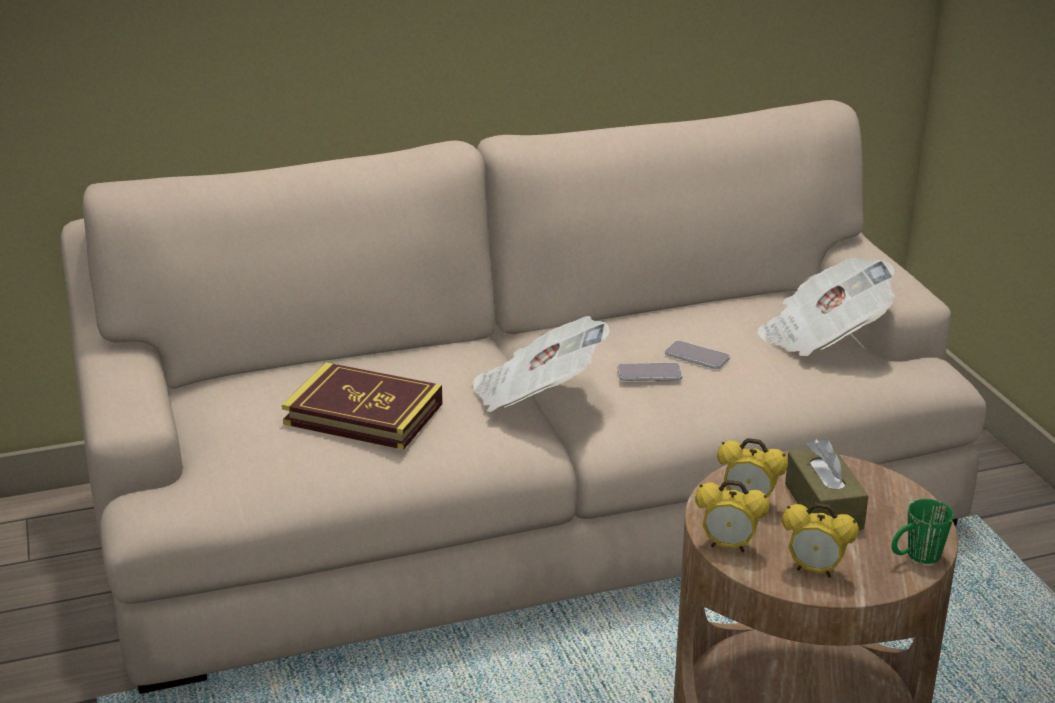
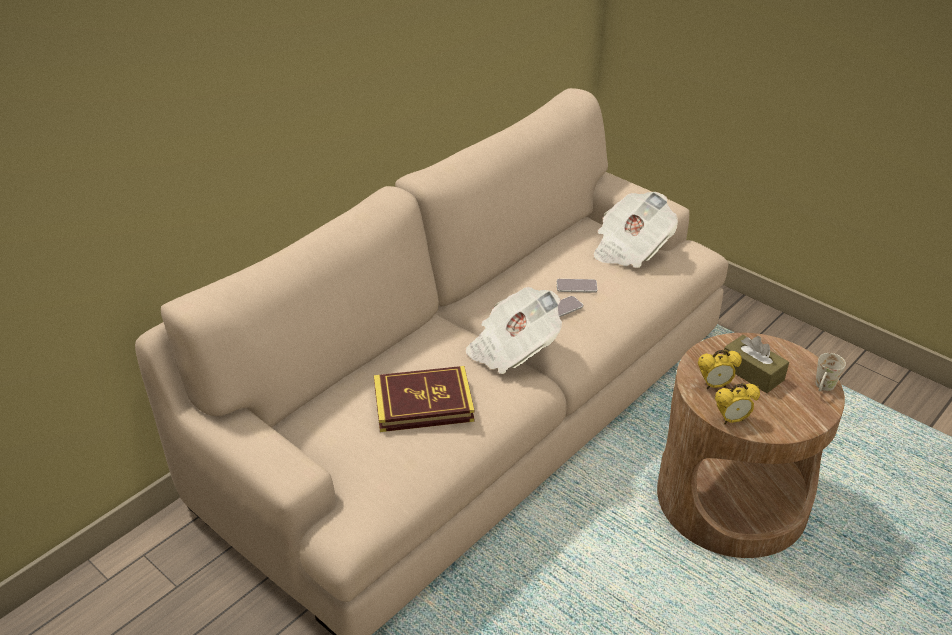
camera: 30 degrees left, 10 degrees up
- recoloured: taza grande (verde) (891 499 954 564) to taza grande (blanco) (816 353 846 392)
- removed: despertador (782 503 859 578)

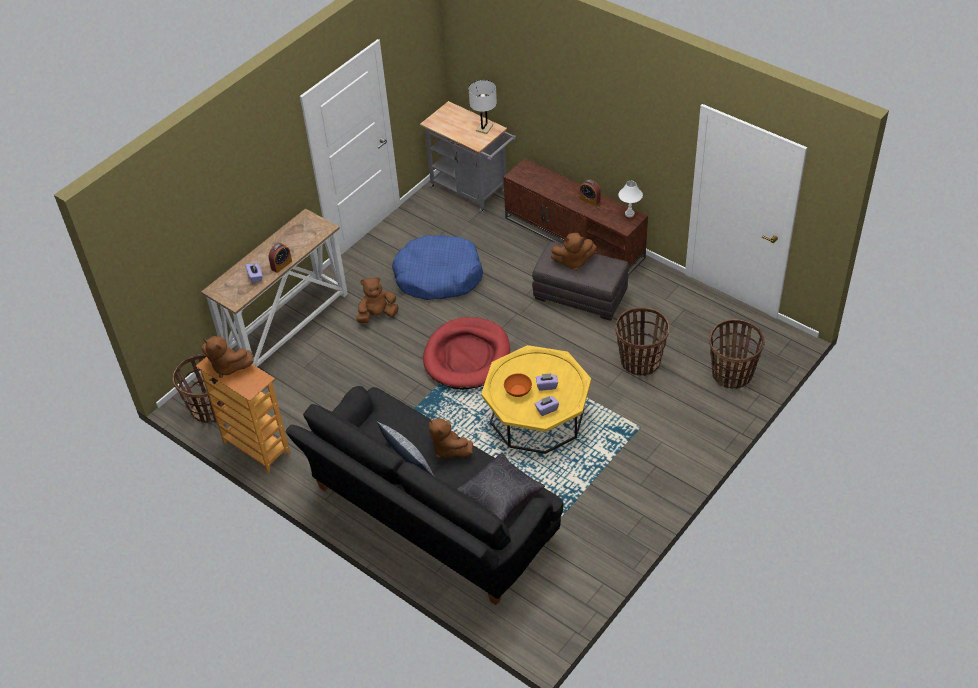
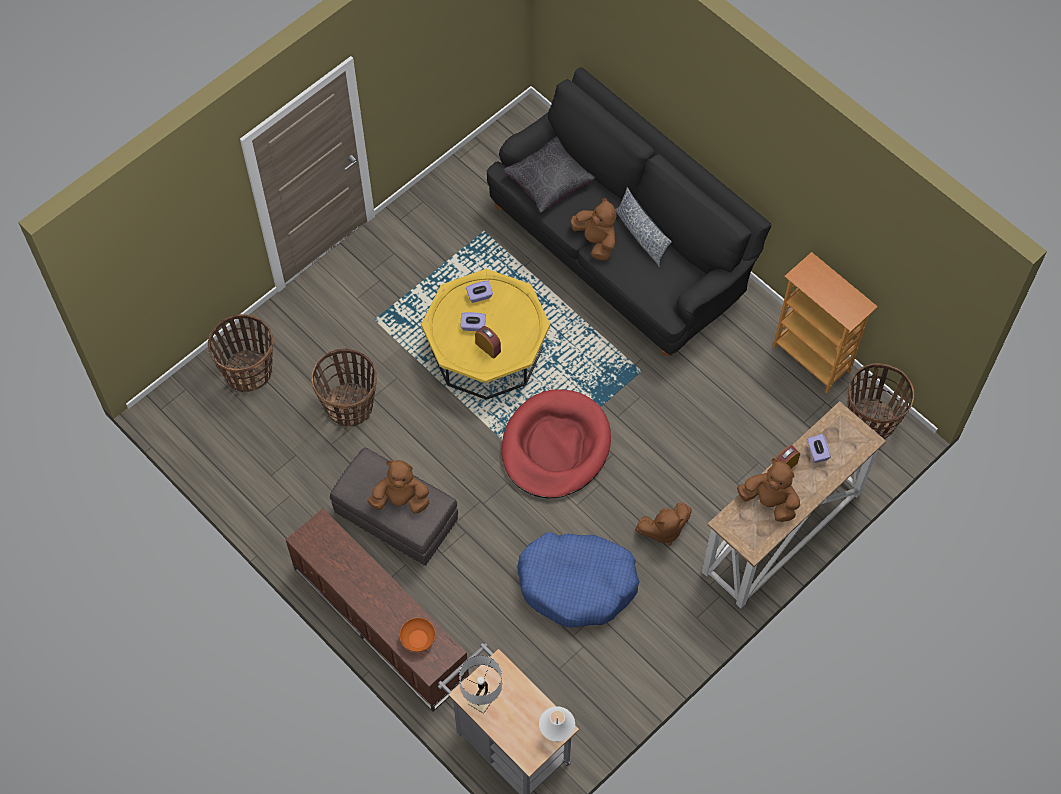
camera: 175 degrees left, 15 degrees up
- moved: cuenco (naranja) (504 373 532 397) to (400 618 435 652)
- moved: despertador (580 179 601 206) to (475 326 501 359)
- moved: lámpara de mesa (blanco) (618 181 643 217) to (539 706 575 742)
- moved: peluche (marrón) (202 336 254 378) to (737 458 800 522)

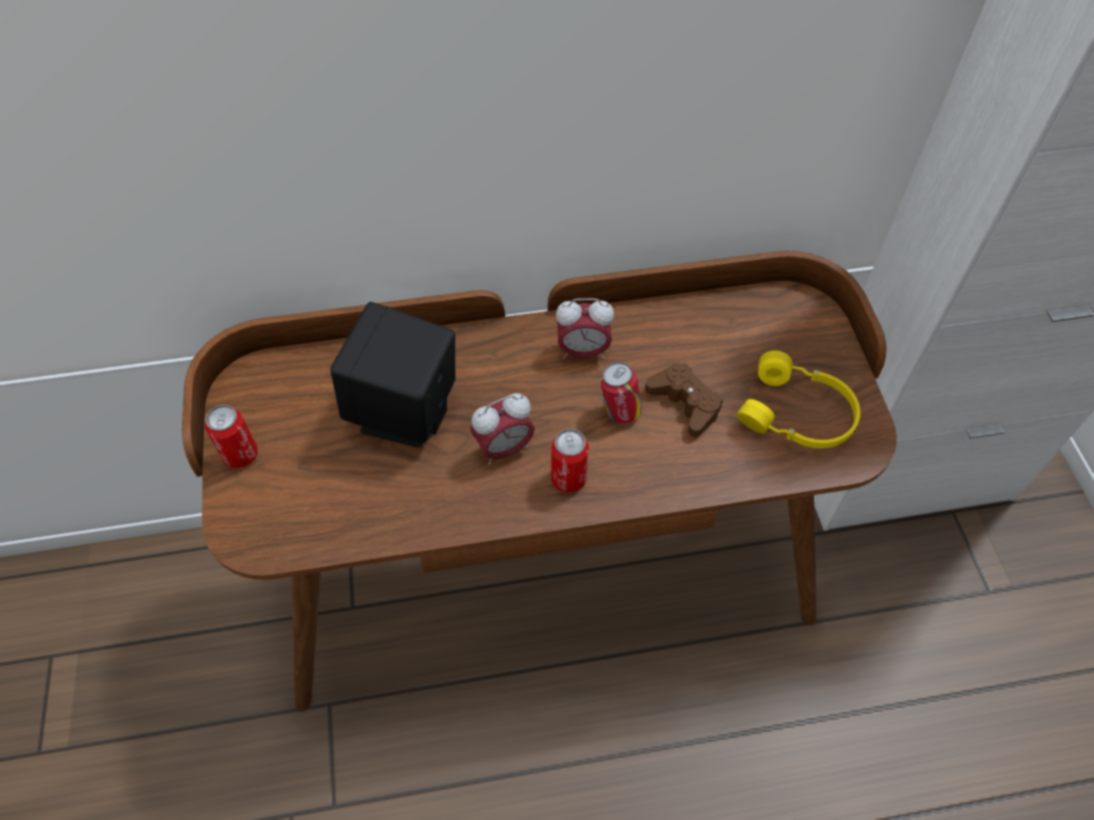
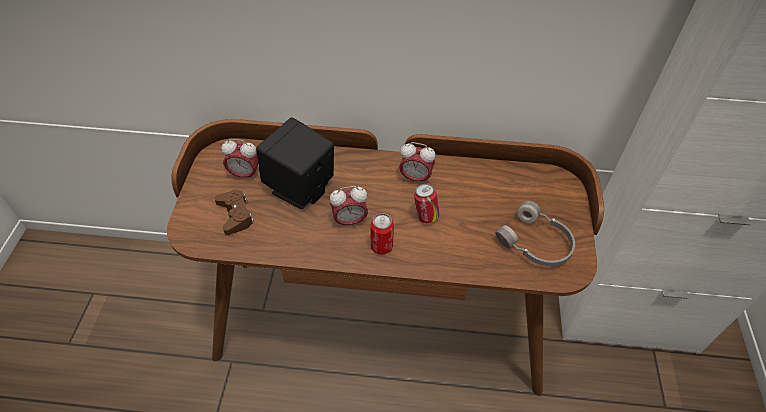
camera: 15 degrees right, 5 degrees down
- moved: mando de consola (marrón) (645 363 723 437) to (214 190 254 235)
- added: despertador (221 139 258 180)
- recoloured: auriculares (amarillo) (736 351 860 448) to auriculares (gris) (495 201 575 266)
- removed: lata (205 405 258 468)

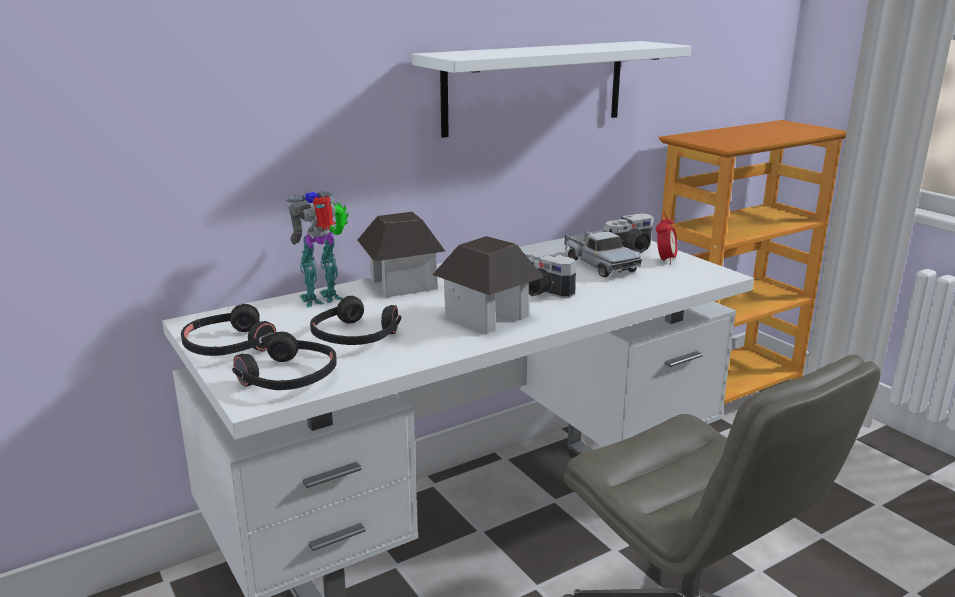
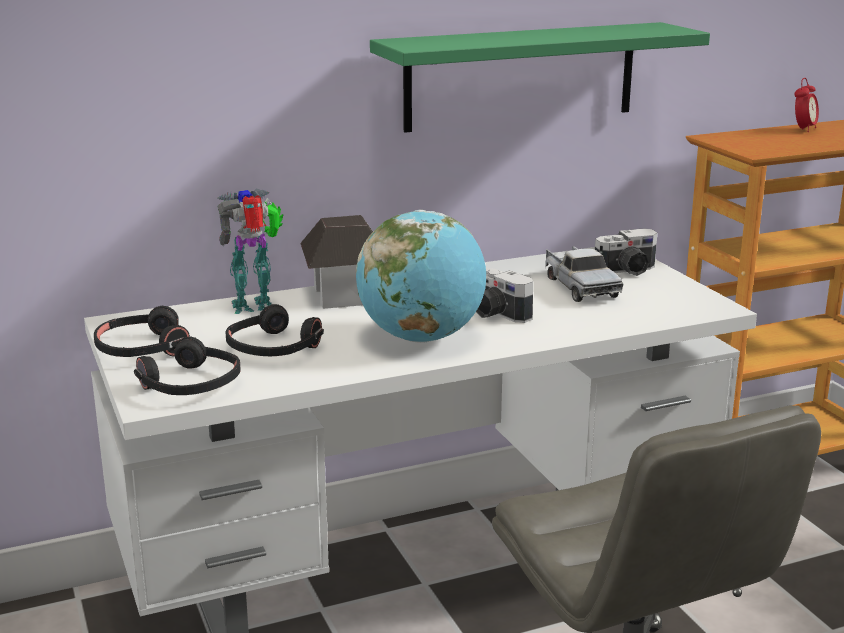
camera: 10 degrees right, 0 degrees up
- replaced: casita (432 236 543 334) to globo terráqueo (356 210 486 343)
- recoloured: estante (blanco) (412 41 691 138) to estante (verde) (370 22 710 133)
- moved: despertador (656 212 678 265) to (794 78 819 132)

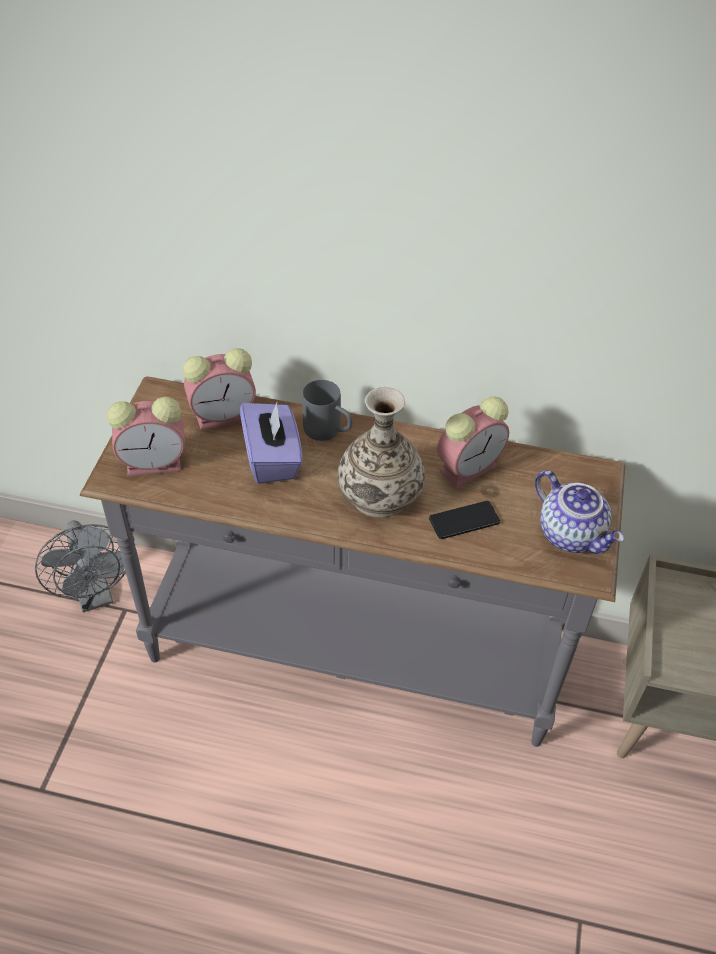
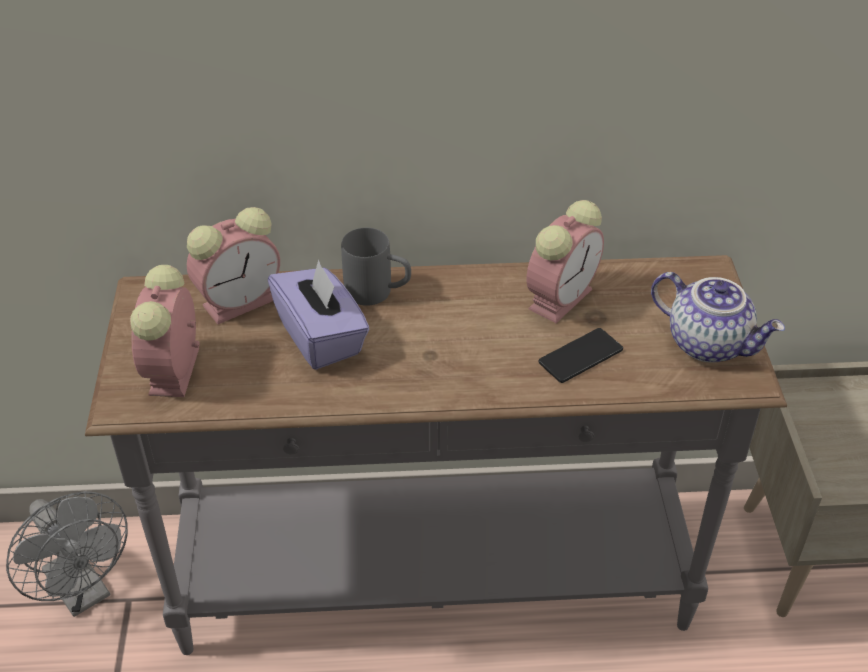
camera: 15 degrees left, 5 degrees down
- turned: despertador (107 397 185 477) = (130 265 200 397) 120 degrees clockwise
- removed: florero (338 387 425 517)

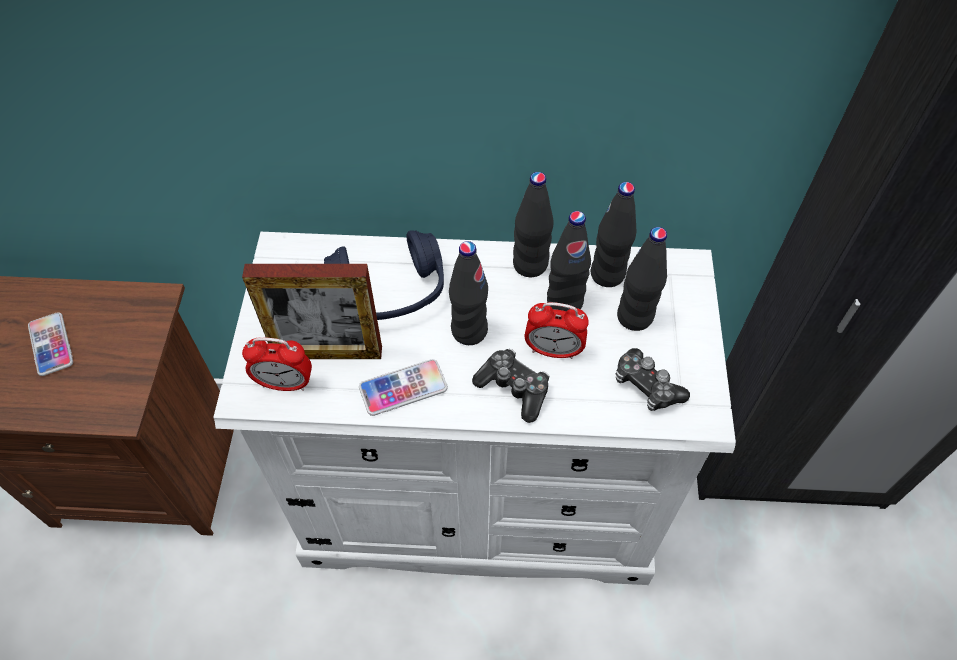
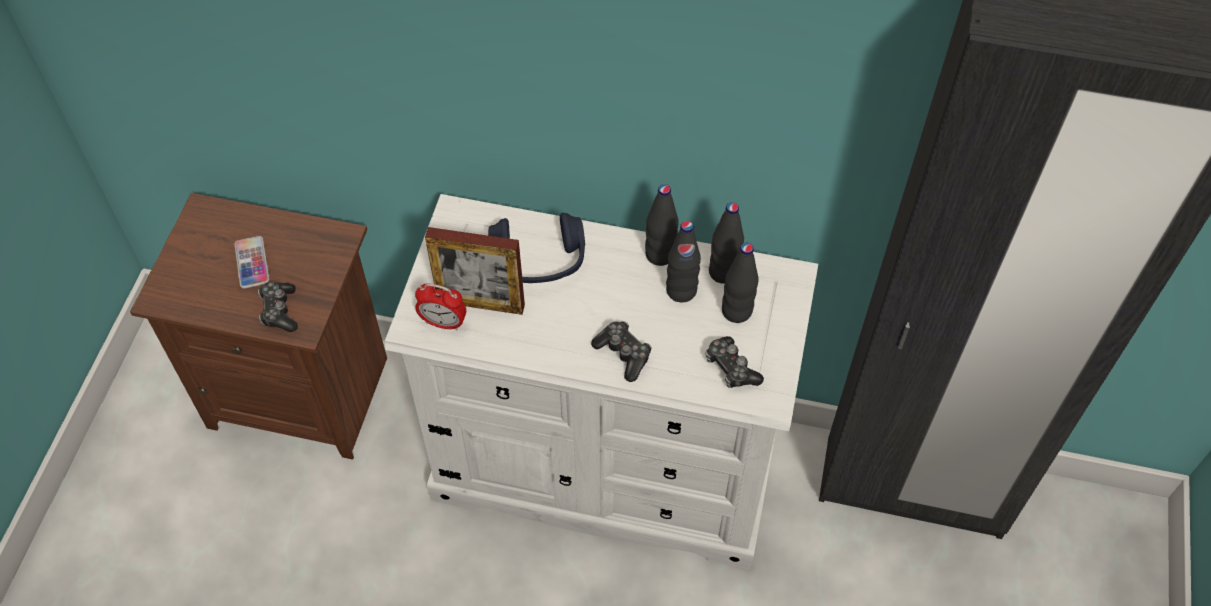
camera: 10 degrees right, 0 degrees up
- added: mando de consola (258 281 298 332)
- removed: móvil (359 359 448 416)
- removed: botella (negro) (449 241 488 345)
- removed: despertador (525 302 589 359)

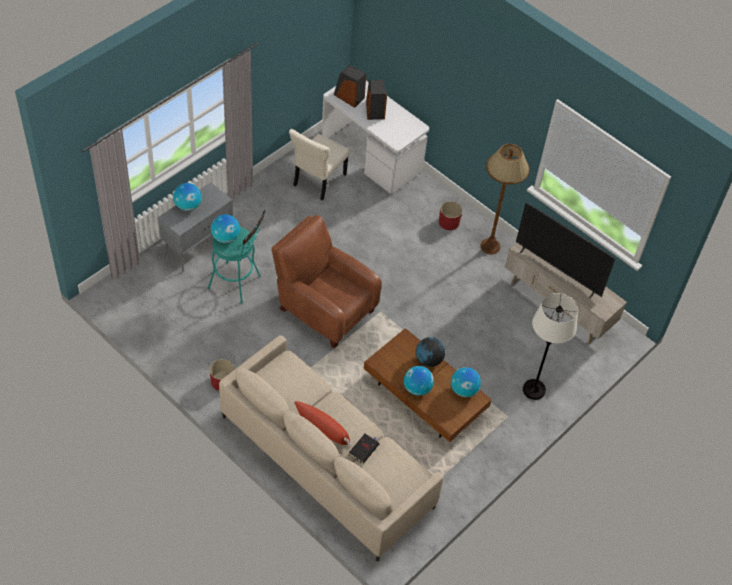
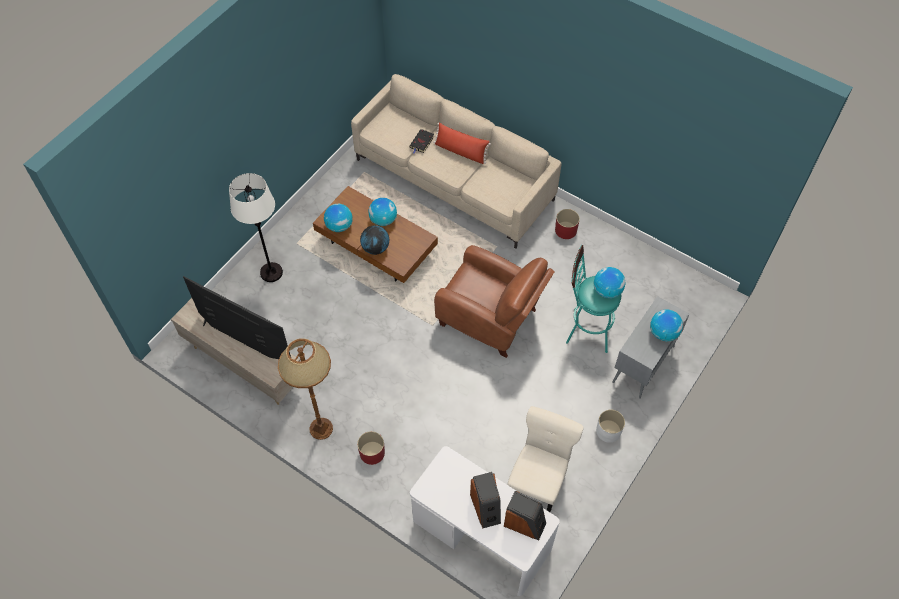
camera: 175 degrees right, 5 degrees up
- added: maceta (blanco) (596 410 625 443)

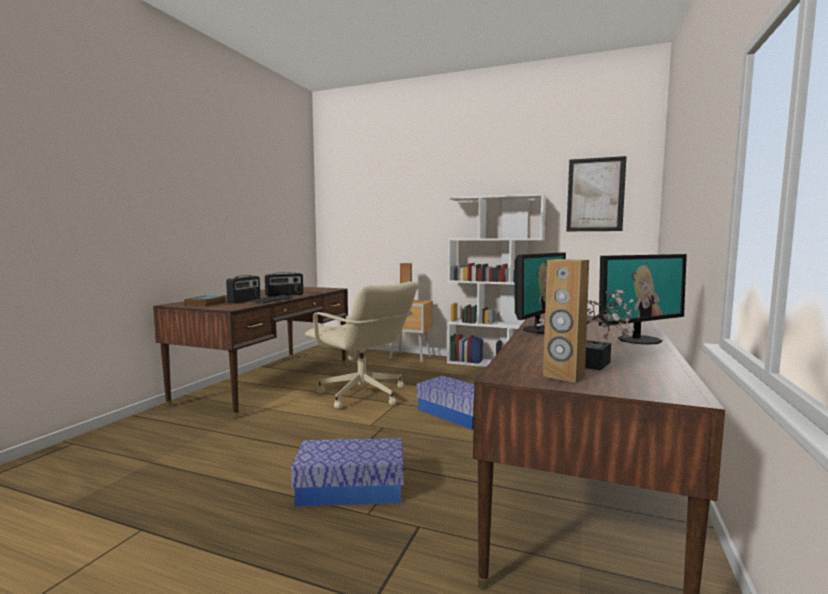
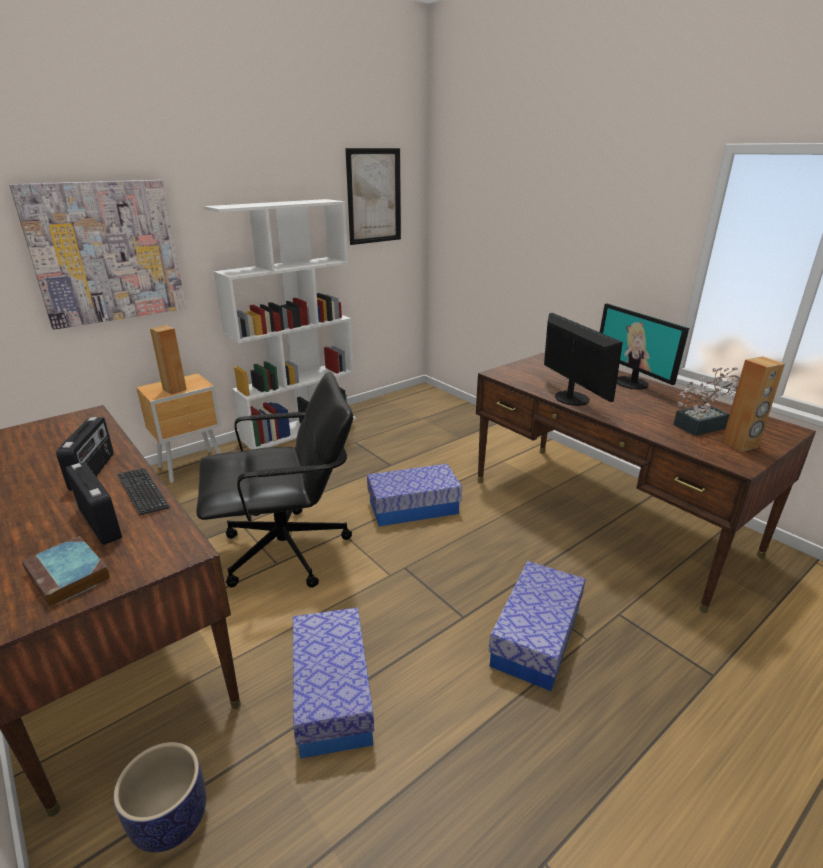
camera: 60 degrees left, 20 degrees up
- added: cuadro (9 180 186 330)
- added: maceta (113 742 206 853)
- recoloured: silla de oficina (beis) (305 282 418 409) to silla de oficina (negro) (197 372 353 588)
- added: caja de almacenaje (293 607 374 759)
- turned: monitor (599 254 687 345) = (600 303 689 390) 150 degrees clockwise

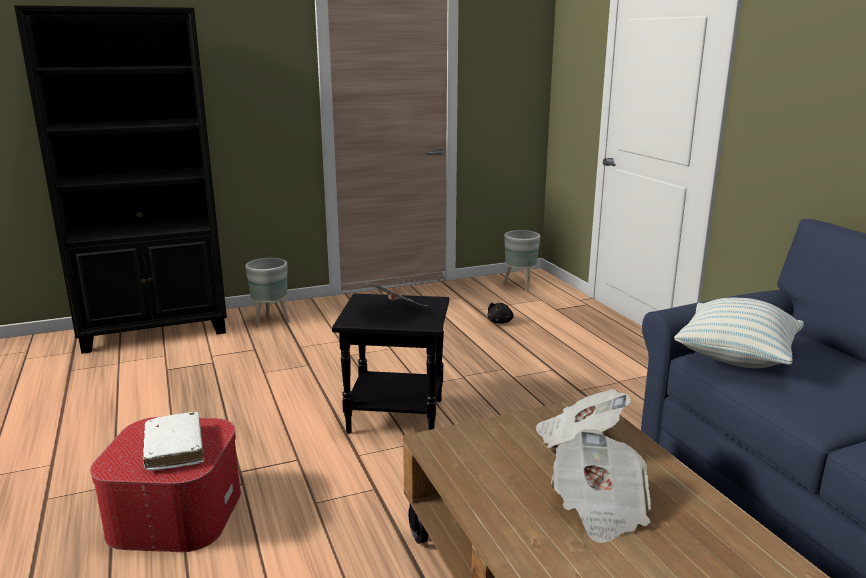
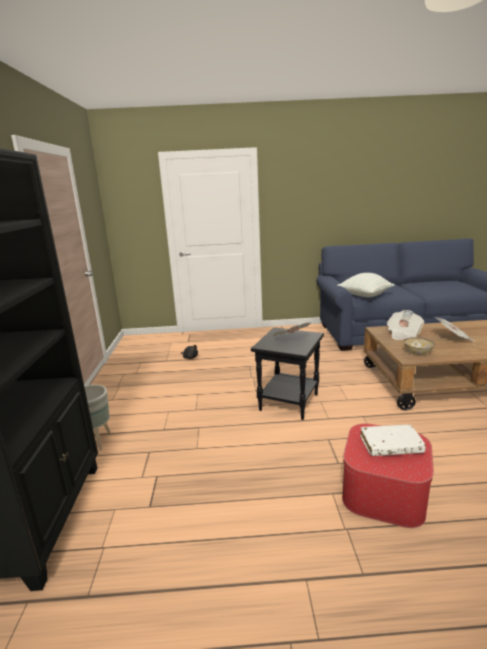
camera: 70 degrees left, 0 degrees up
- added: cuenco (404 337 435 355)
- removed: maceta (gris) (503 230 540 291)

